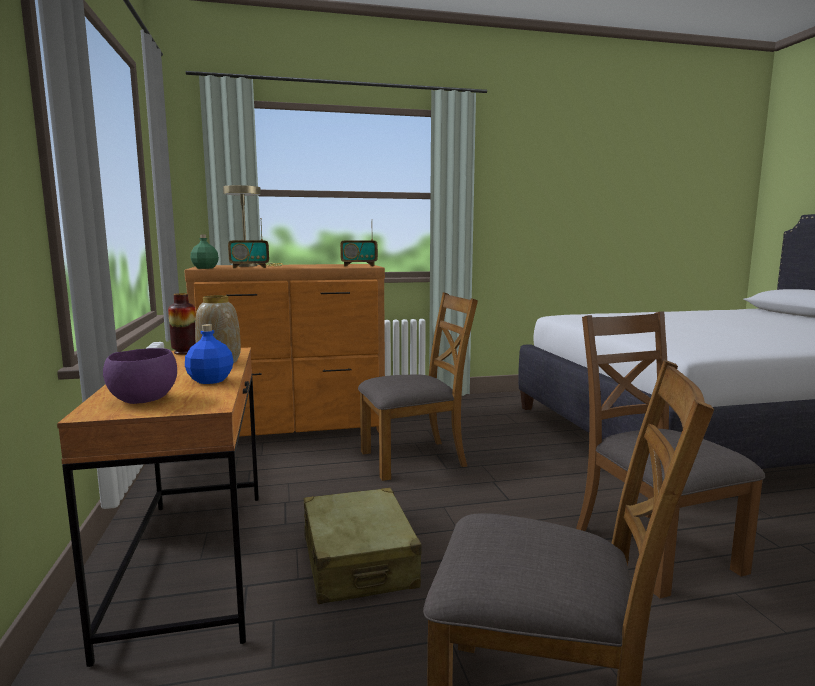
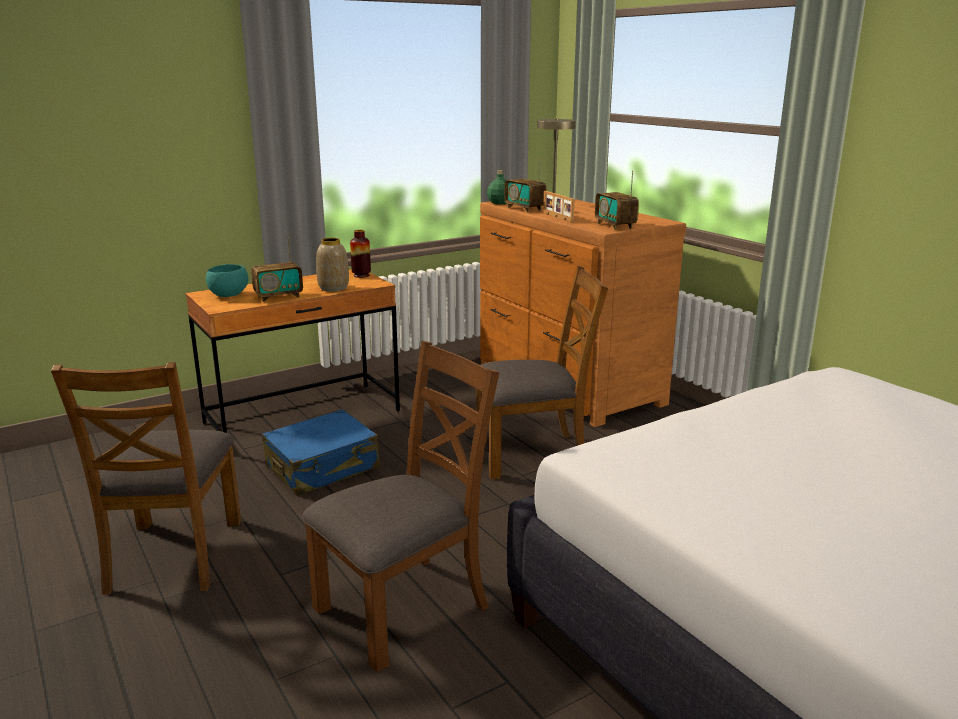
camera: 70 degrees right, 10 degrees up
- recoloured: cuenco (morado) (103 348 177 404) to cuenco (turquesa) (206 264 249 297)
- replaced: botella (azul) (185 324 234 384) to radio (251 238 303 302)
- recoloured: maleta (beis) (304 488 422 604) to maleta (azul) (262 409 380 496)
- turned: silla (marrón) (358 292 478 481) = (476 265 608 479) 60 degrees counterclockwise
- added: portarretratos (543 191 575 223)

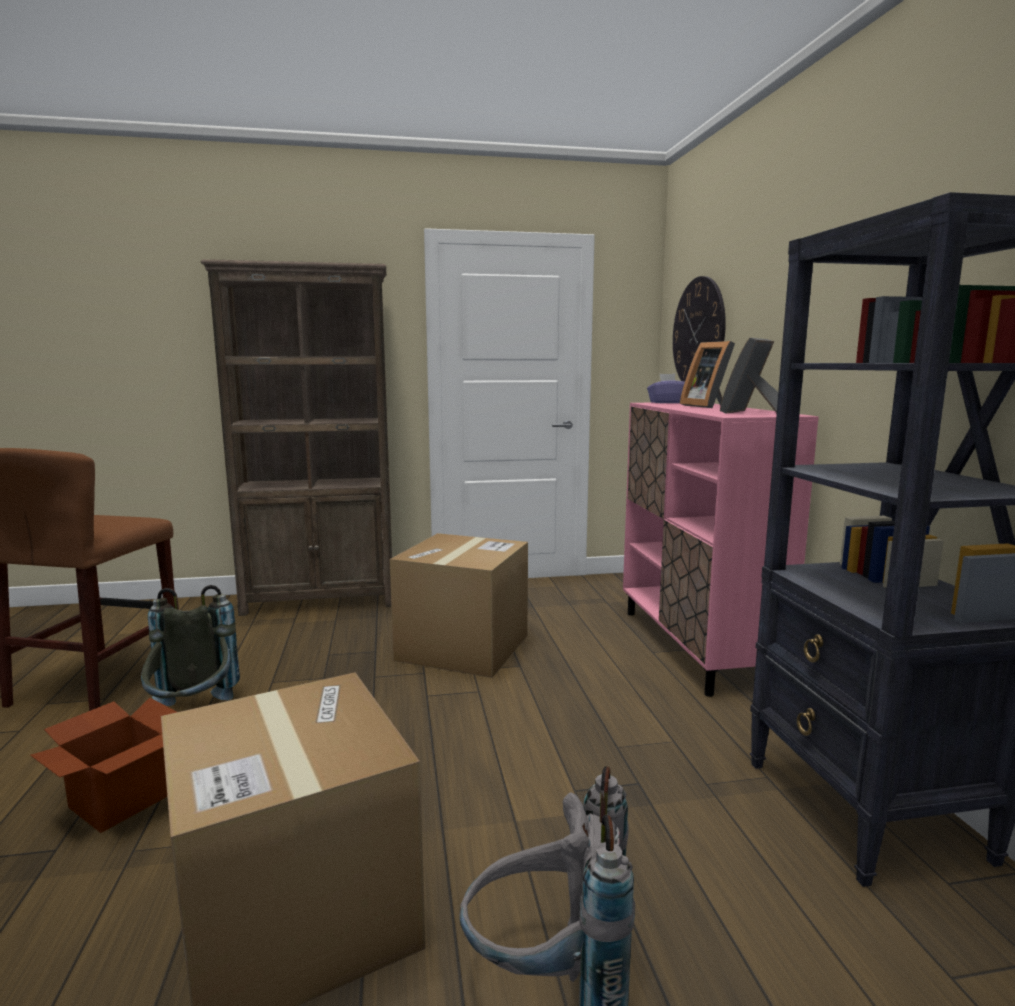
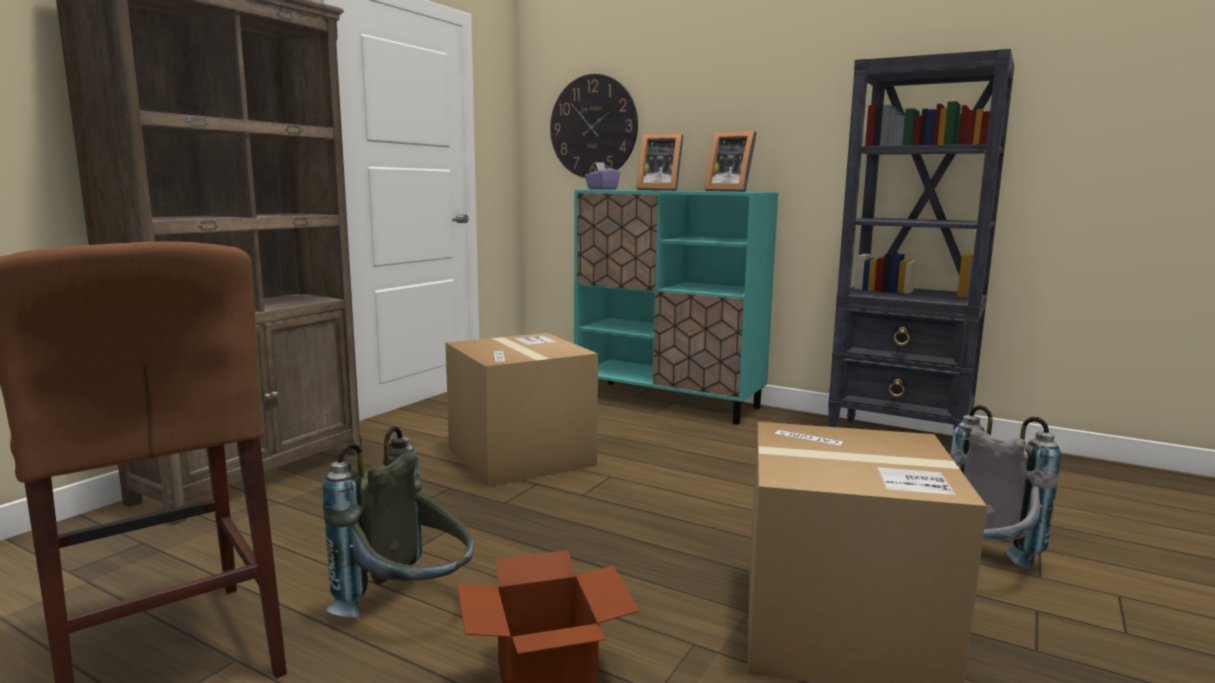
camera: 50 degrees left, 0 degrees up
- recoloured: armario (rosa) (623 403 819 697) to armario (turquesa) (574 190 778 425)
- turned: portarretratos (720 338 778 414) = (704 131 757 192) 45 degrees counterclockwise

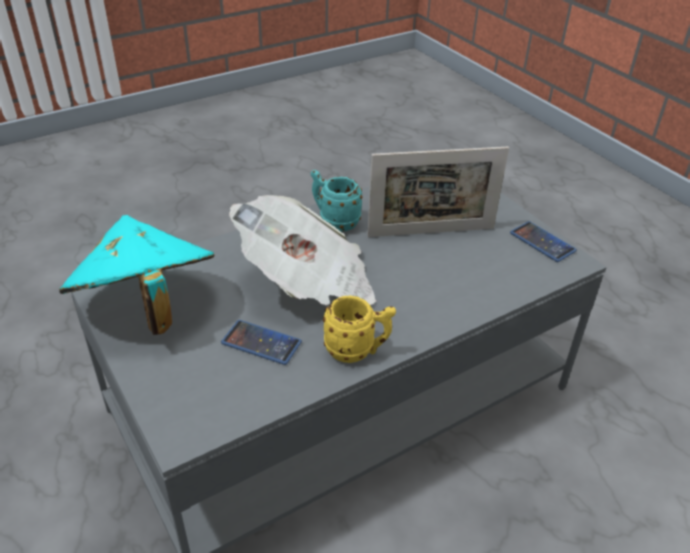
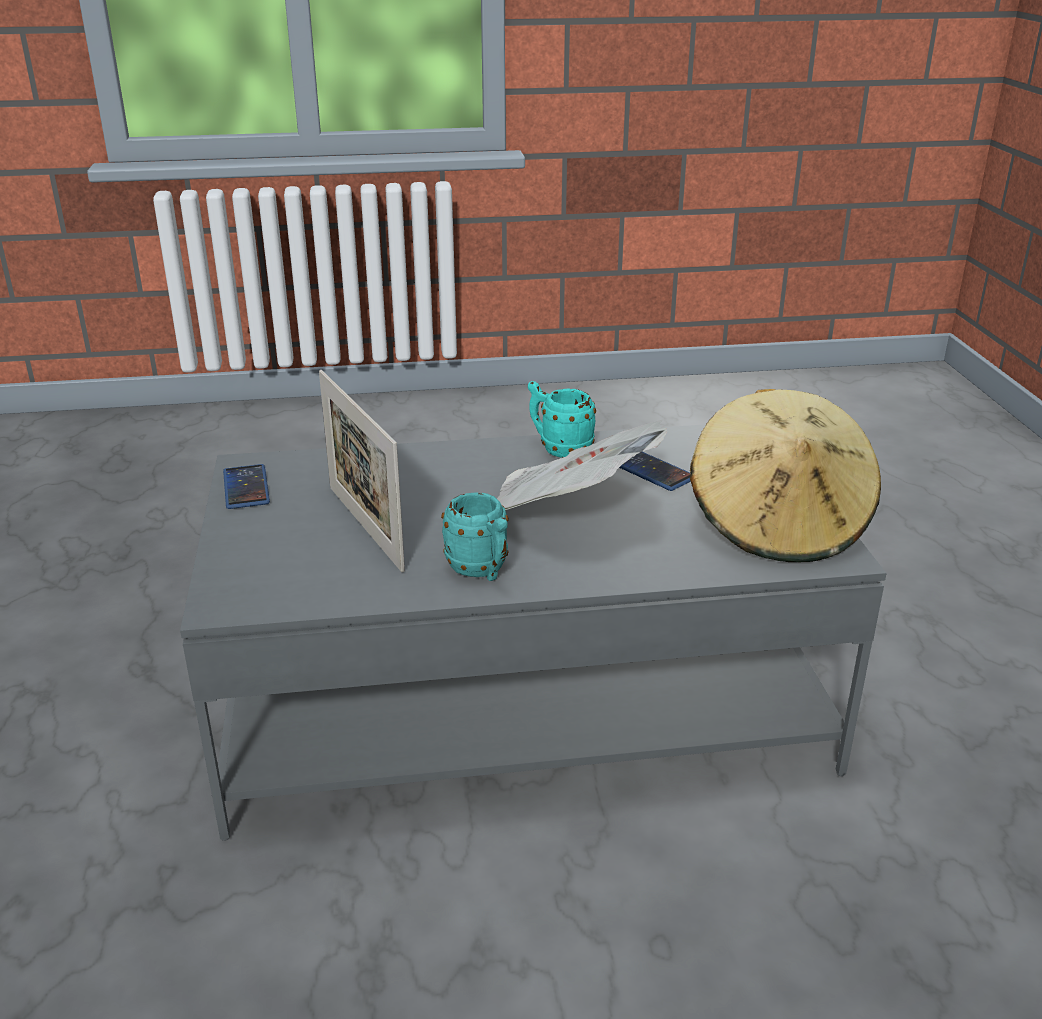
camera: 155 degrees left, 10 degrees down
- turned: portarretratos (367 147 509 237) = (319 370 405 572) 135 degrees counterclockwise
- recoloured: taza grande (amarillo) (323 296 396 363) to taza grande (turquesa) (528 381 596 458)
- recoloured: sombrero (turquesa) (59 215 214 335) to sombrero (beis) (690 389 881 562)

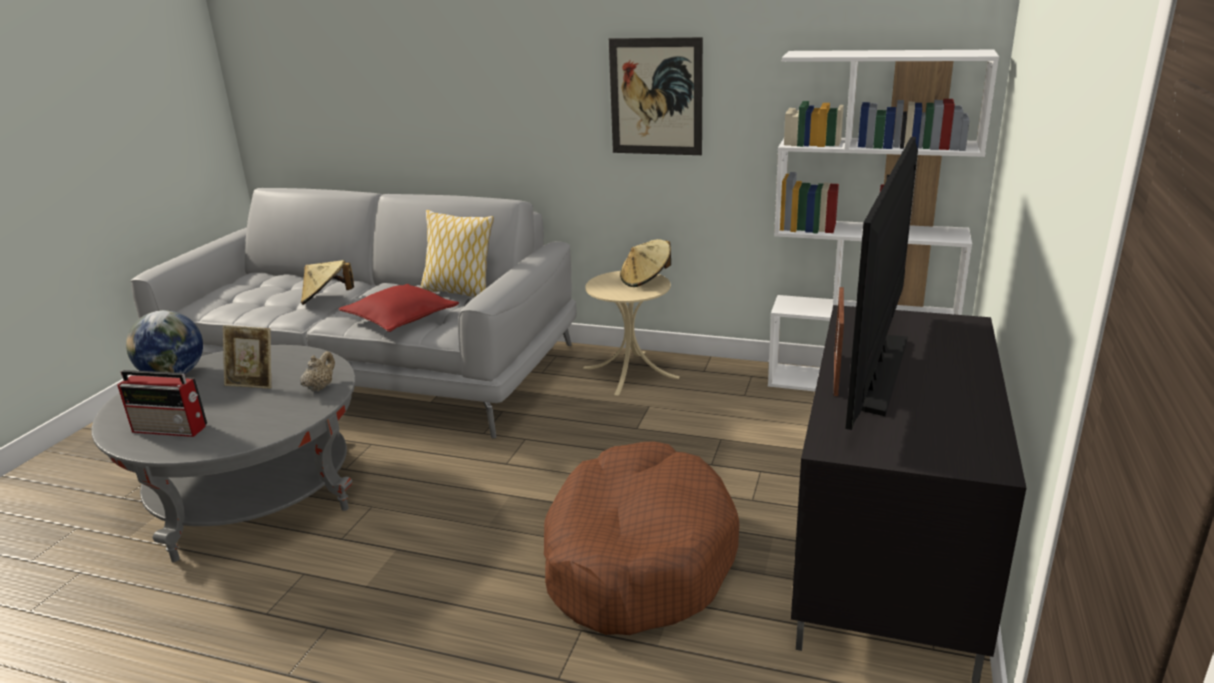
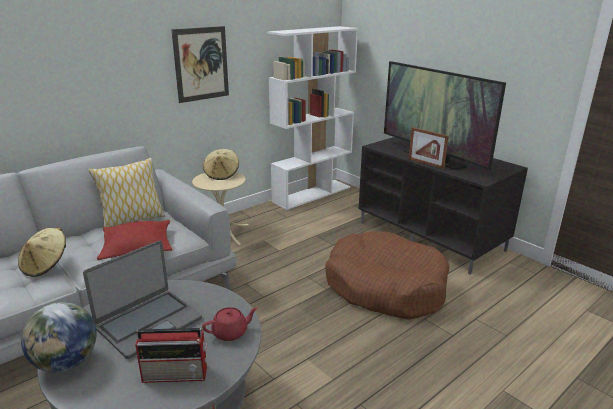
camera: 60 degrees left, 0 degrees up
- replaced: portarretratos (223 325 271 389) to portátil (83 240 202 359)
- turned: radio (117 370 207 437) = (135 328 208 383) 45 degrees clockwise
- added: tetera (rojo) (202 307 258 341)
- removed: tetera (beis) (300 351 335 392)

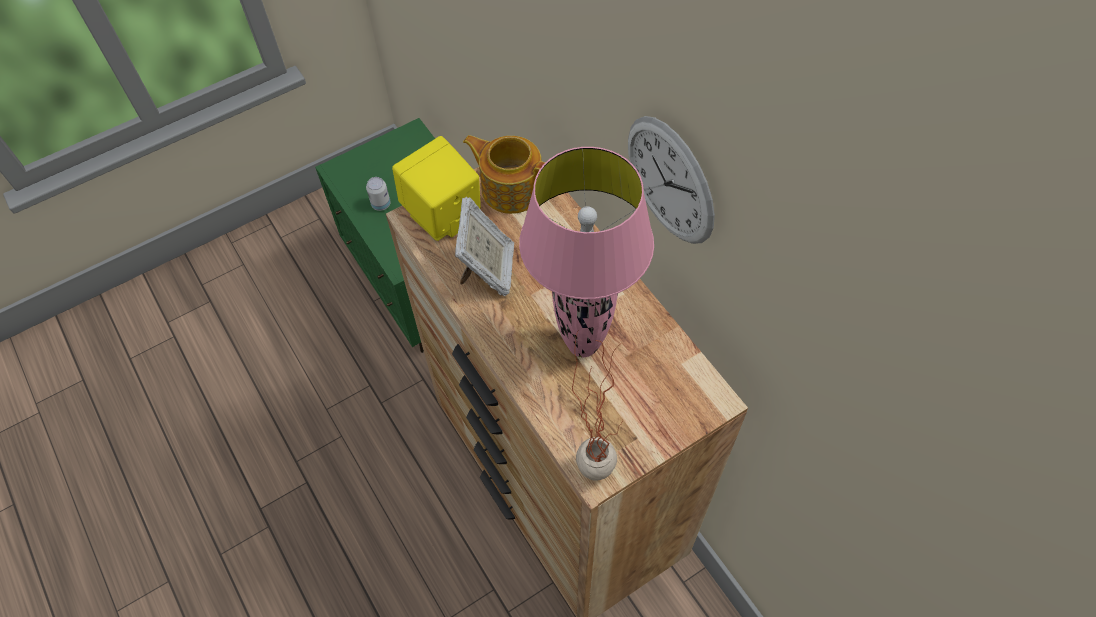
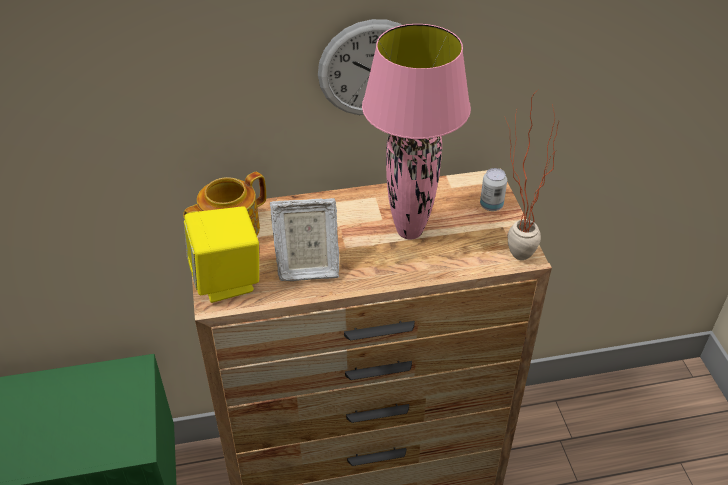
camera: 70 degrees left, 15 degrees down
- turned: portarretratos (455 197 514 296) = (270 198 339 281) 150 degrees clockwise
- moved: lata (366 177 391 211) to (480 168 507 211)

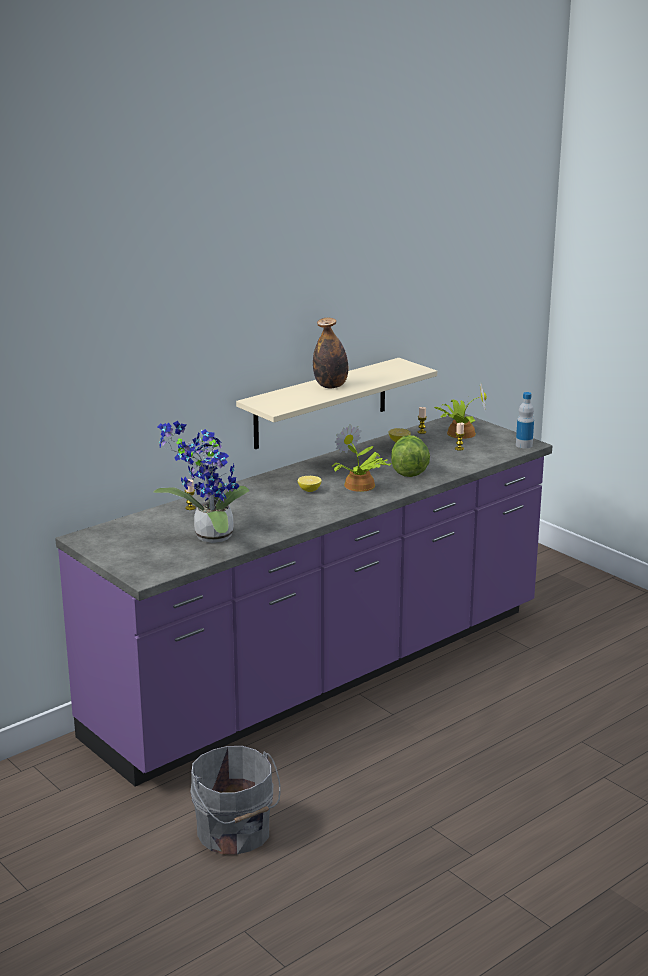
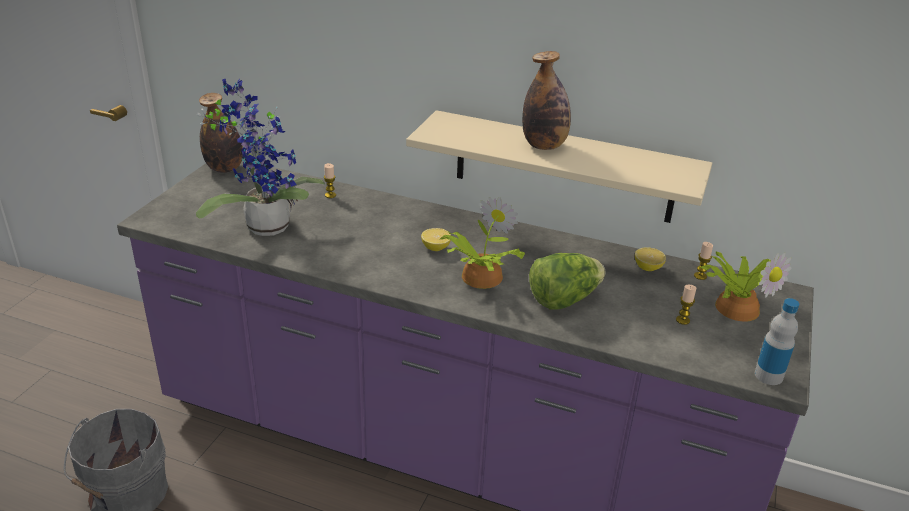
camera: 60 degrees right, 10 degrees up
- added: botella (199 93 243 173)

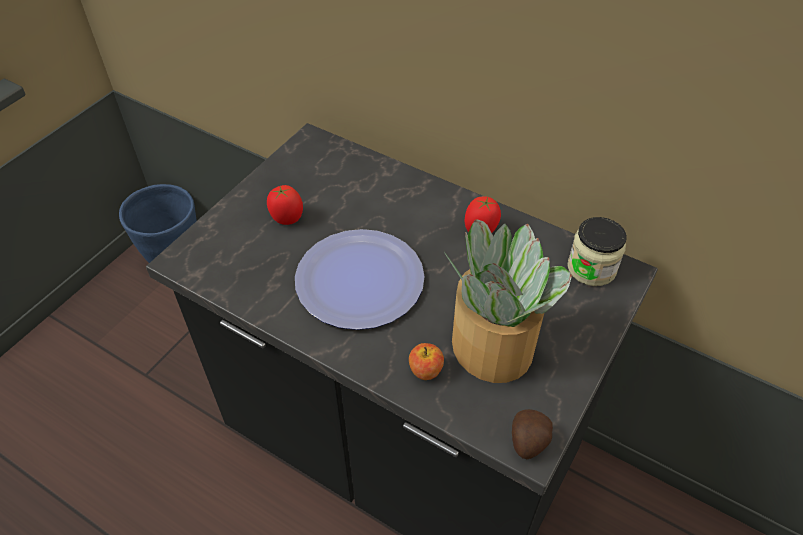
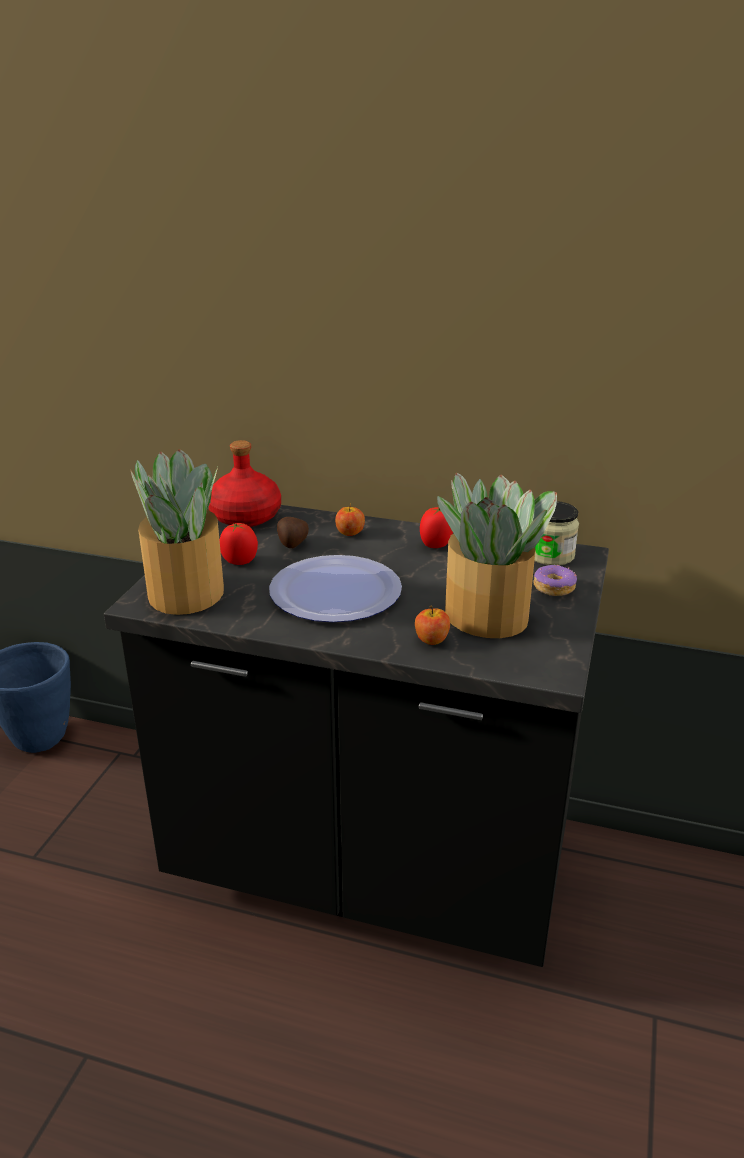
camera: 15 degrees left, 20 degrees down
- added: planta en maceta (131 449 224 615)
- added: botella (rojo) (208 440 281 527)
- moved: patata (512 409 553 459) to (277 517 309 548)
- added: manzana (335 503 365 536)
- added: rosquilla (533 565 577 596)

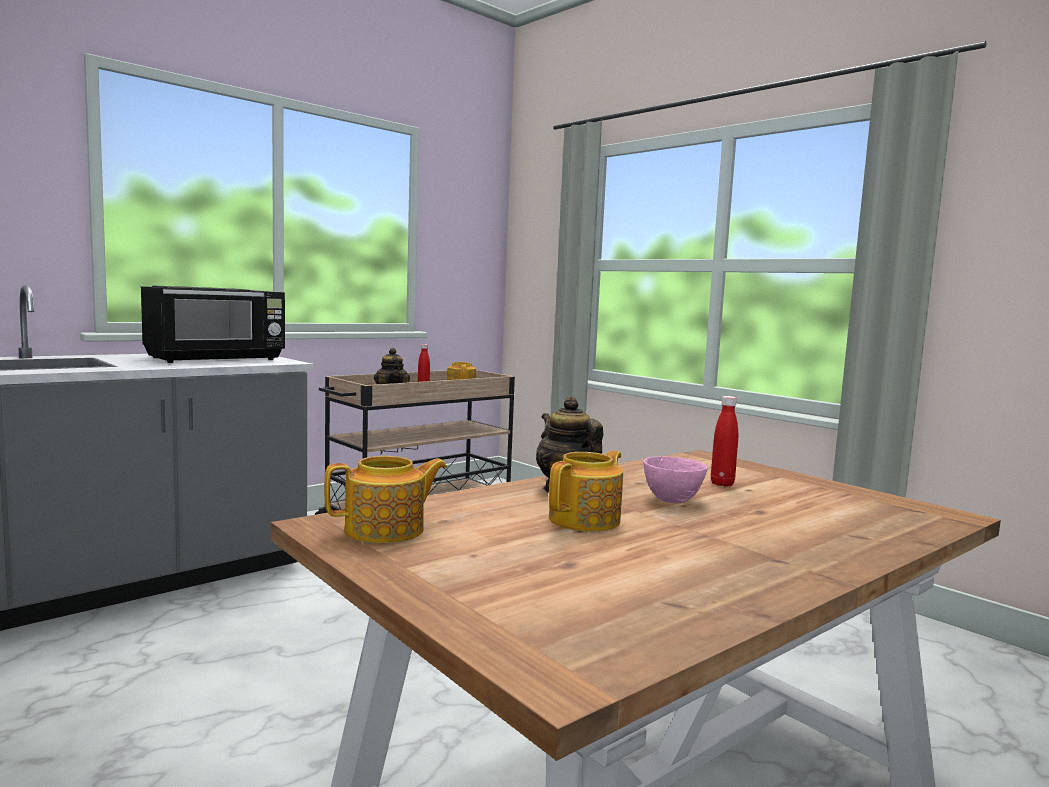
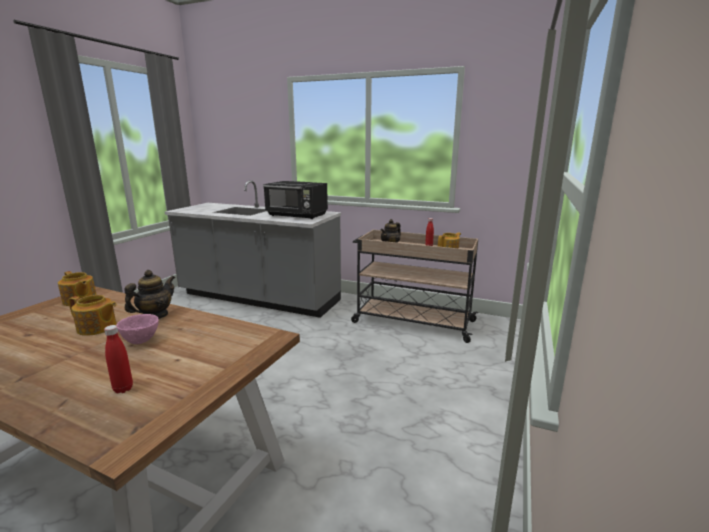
camera: 65 degrees right, 10 degrees up
- moved: botella (rojo) (711 396 738 487) to (104 325 133 393)

